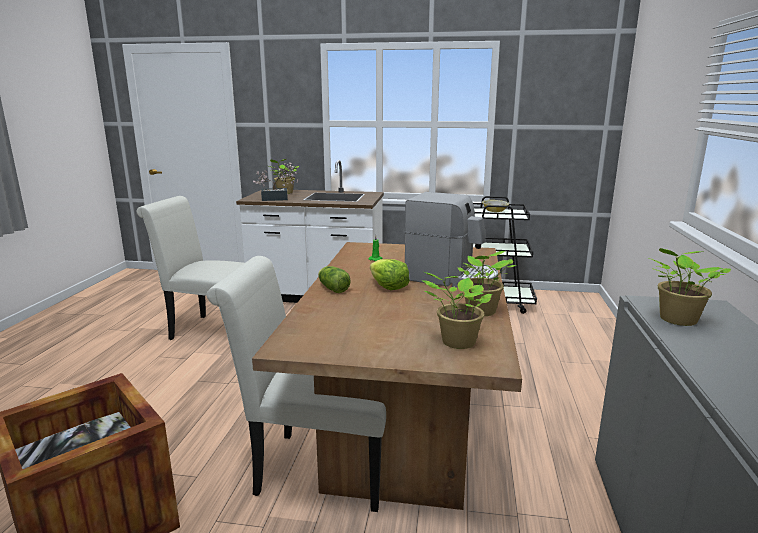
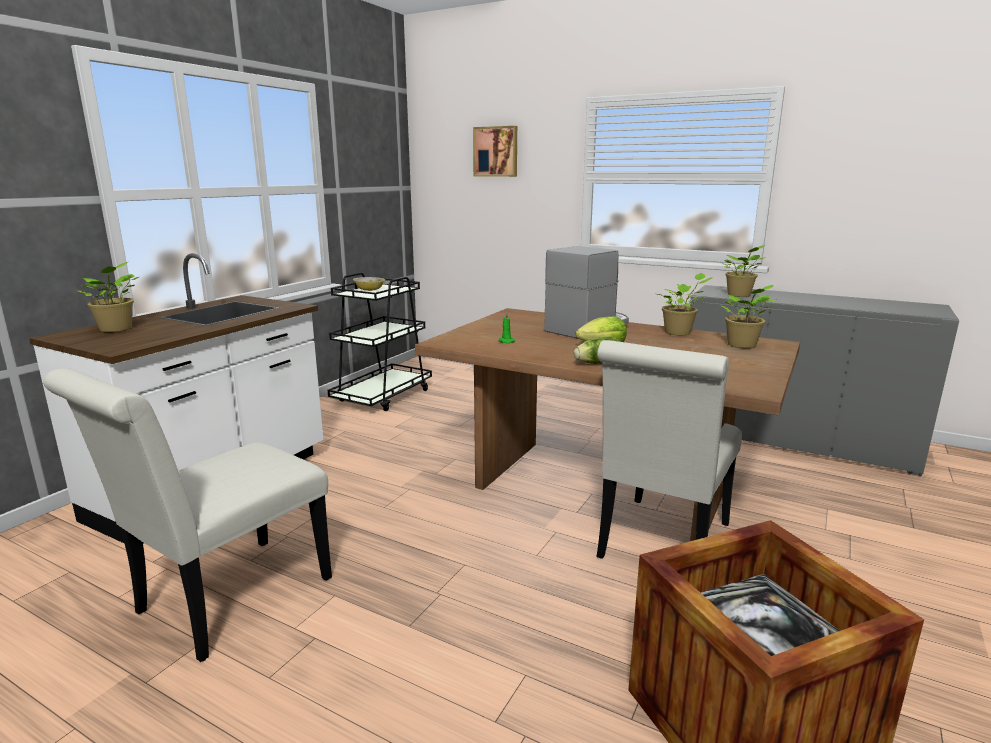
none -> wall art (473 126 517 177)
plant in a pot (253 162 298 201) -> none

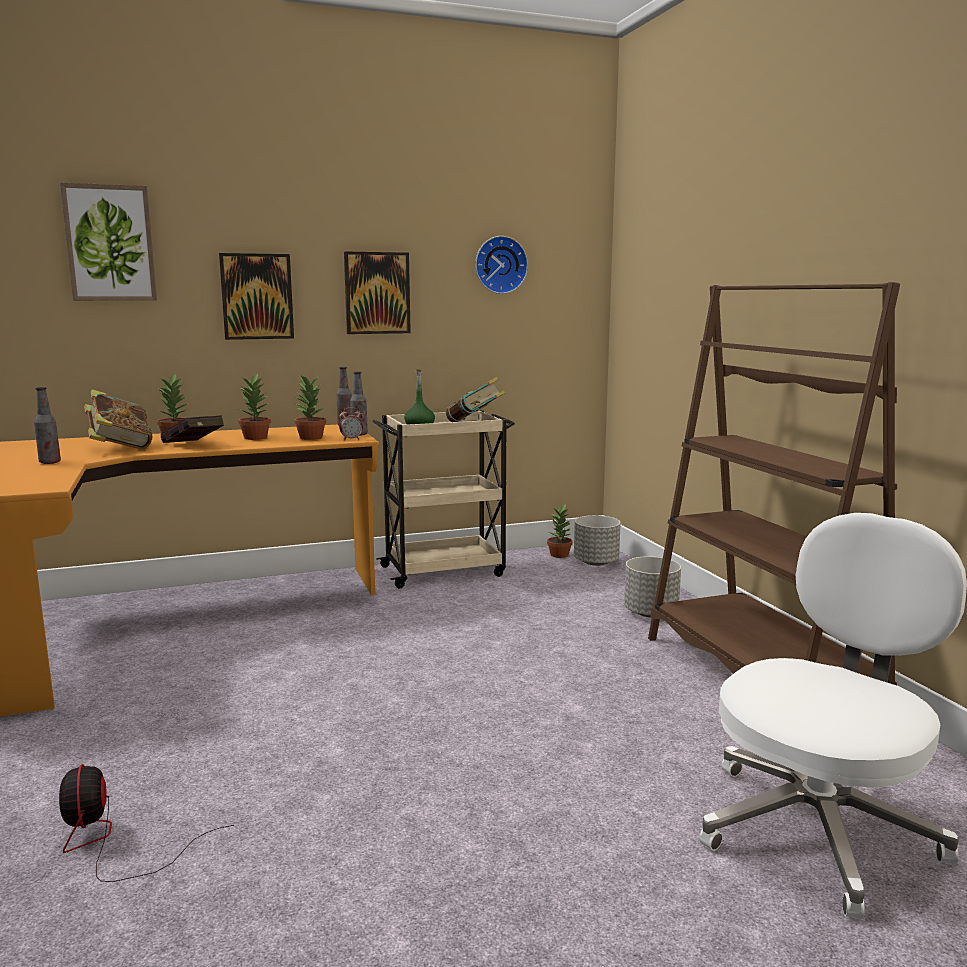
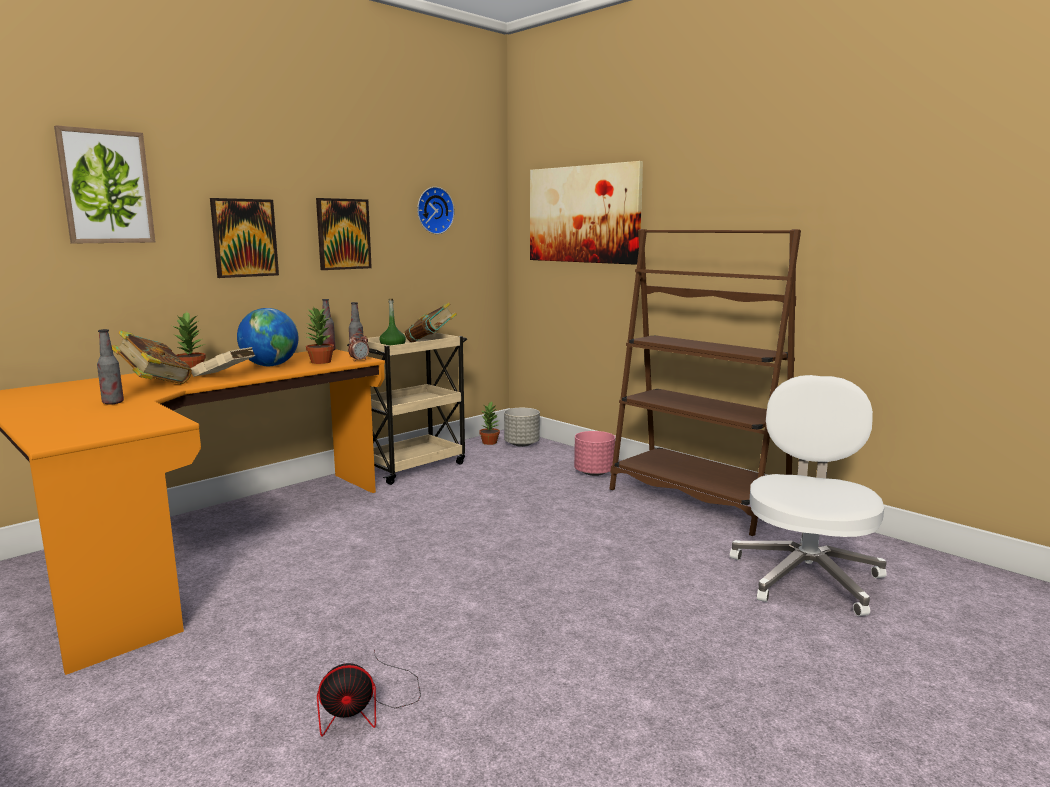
red book (161 415 224 443) -> beige book (191 347 255 377)
plant in a pot (238 373 271 440) -> globe (237 308 299 366)
electric fan (59 764 234 882) -> electric fan (317 649 421 737), 60 degrees counterclockwise
none -> wall art (530 161 643 265)
grey planter (624 556 681 618) -> pinkish planter (574 431 615 476)

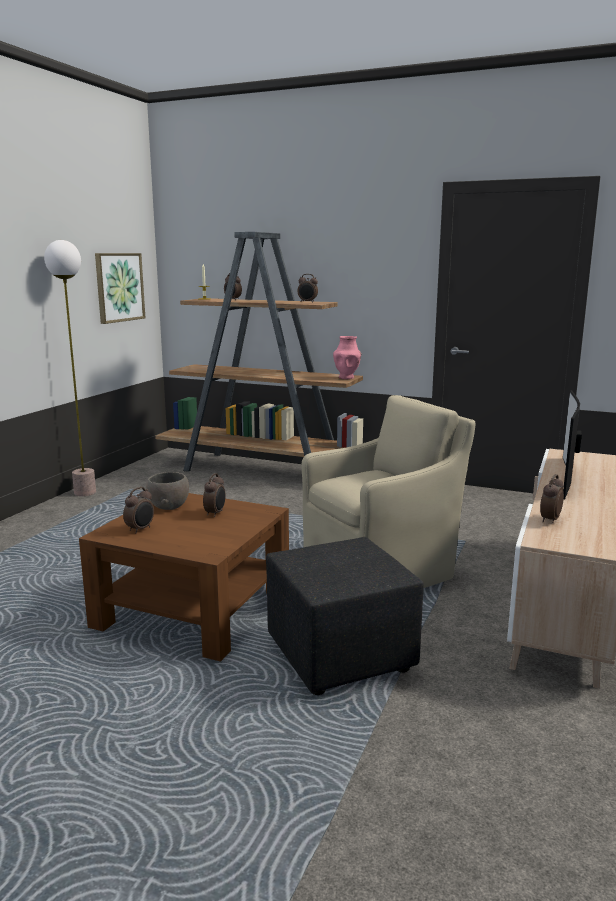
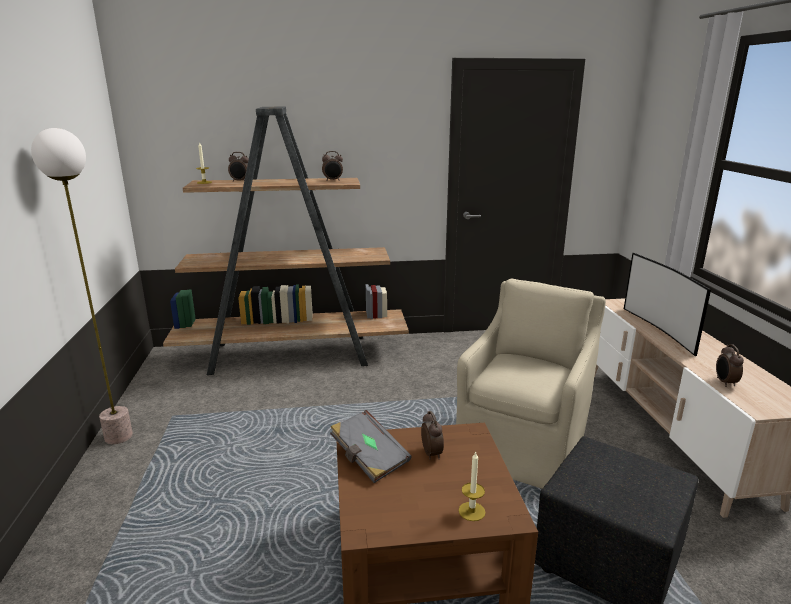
grey serving bowl (146 472 189 510) -> grey book (330 410 412 483)
none -> wax candle (458 452 486 521)
wall art (95 253 145 324) -> none
table clock (123 487 154 533) -> none
pinkish vase (333 336 362 379) -> none

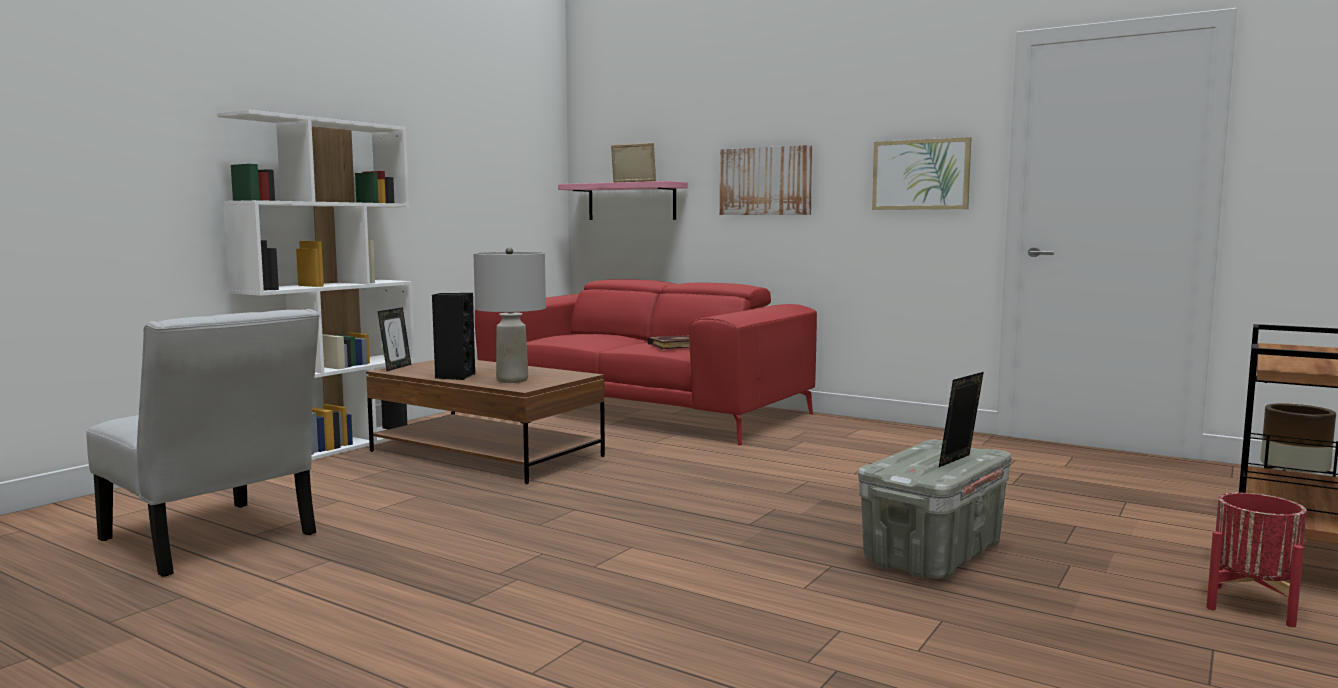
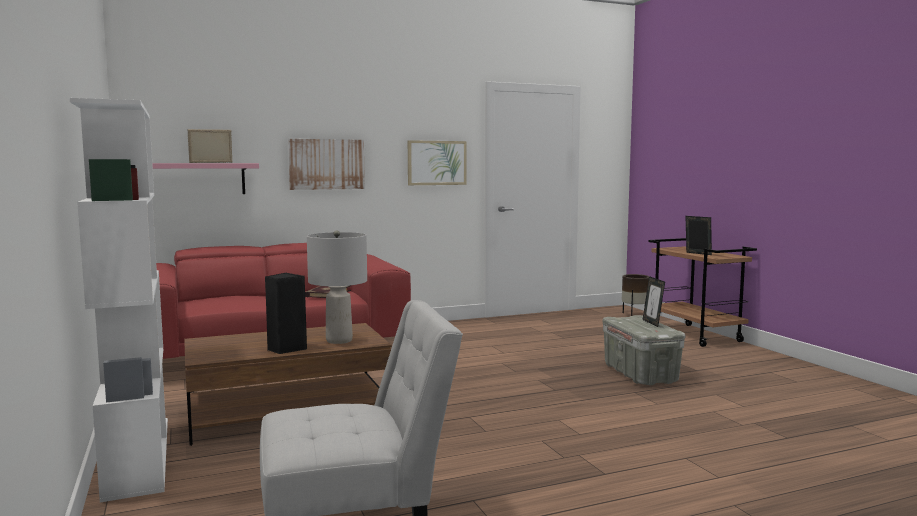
photo frame (378 307 411 371) -> photo frame (685 216 712 255), moved
red planter (1206 493 1307 627) -> none

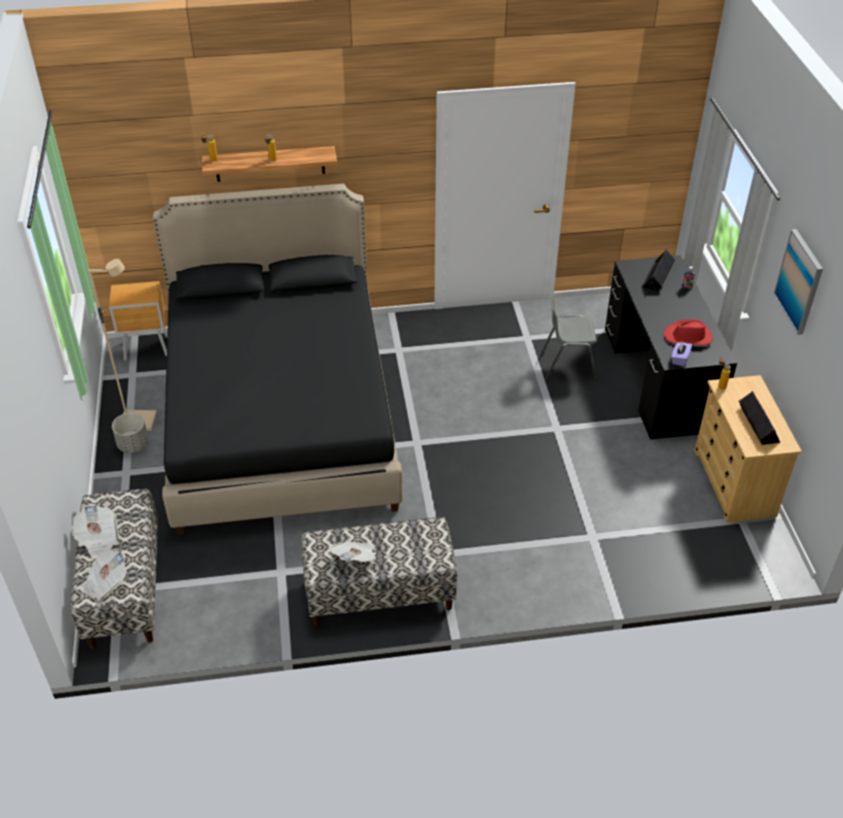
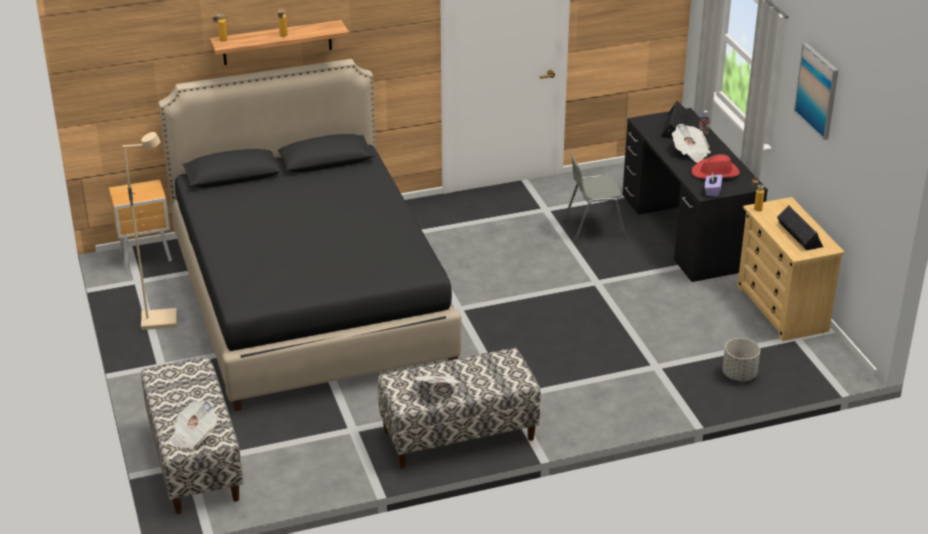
printed paper (72 504 119 558) -> printed paper (672 124 711 163), moved
grey planter (112 413 149 453) -> grey planter (722 338 760 381), moved

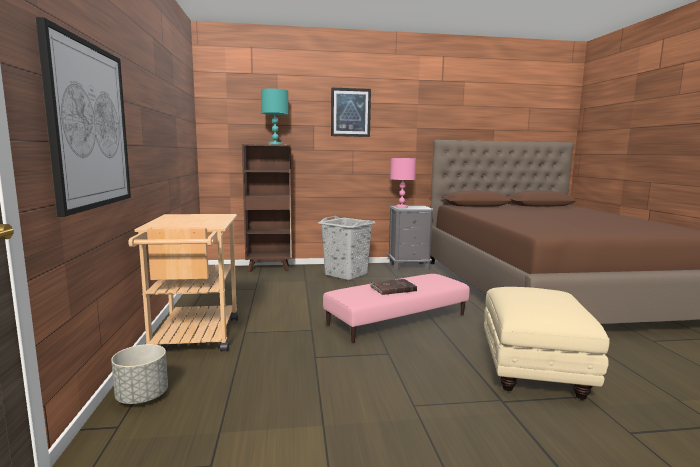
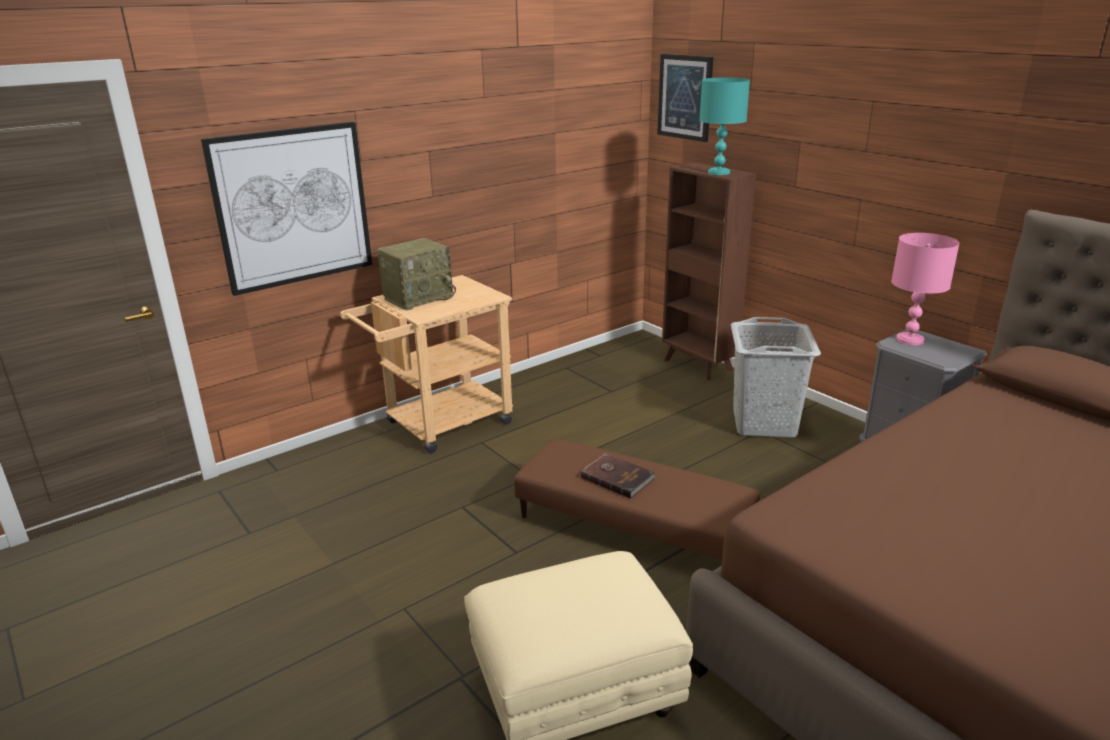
none -> radio set (377 238 456 311)
pinkish pouffe (323 274 470 343) -> brown-coloured pouffe (514 439 760 559)
wall art (331 88 371 137) -> wall art (657 54 713 142), moved
grey planter (111 344 168 404) -> none

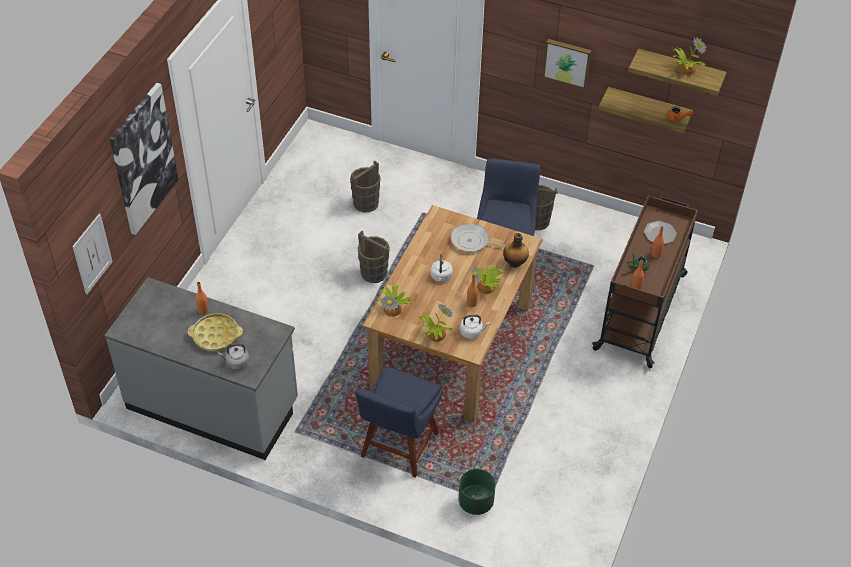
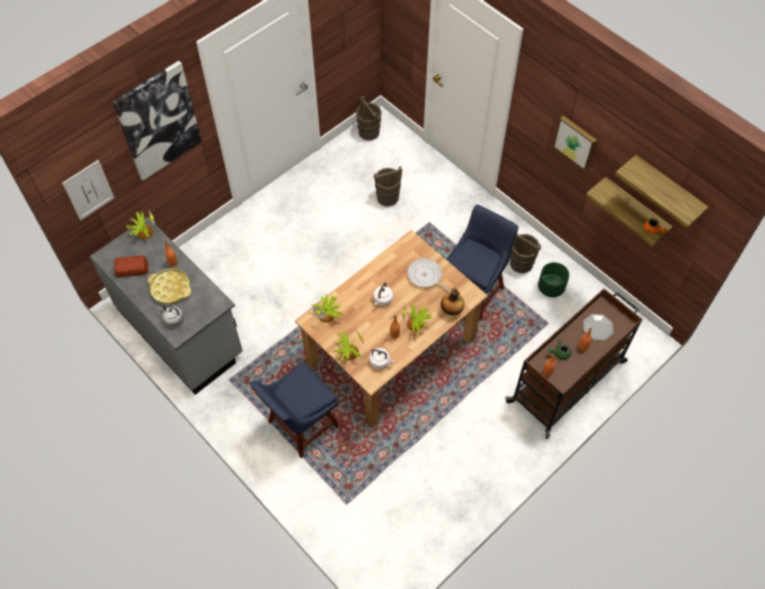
none -> baked bread (114 255 148 277)
plant in a pot (673 38 707 75) -> plant in a pot (126 210 155 239), moved
brown-coloured bucket (358 231 390 283) -> brown-coloured bucket (356 96 382 141), moved
green planter (458 469 496 515) -> green planter (538 262 569 297), moved

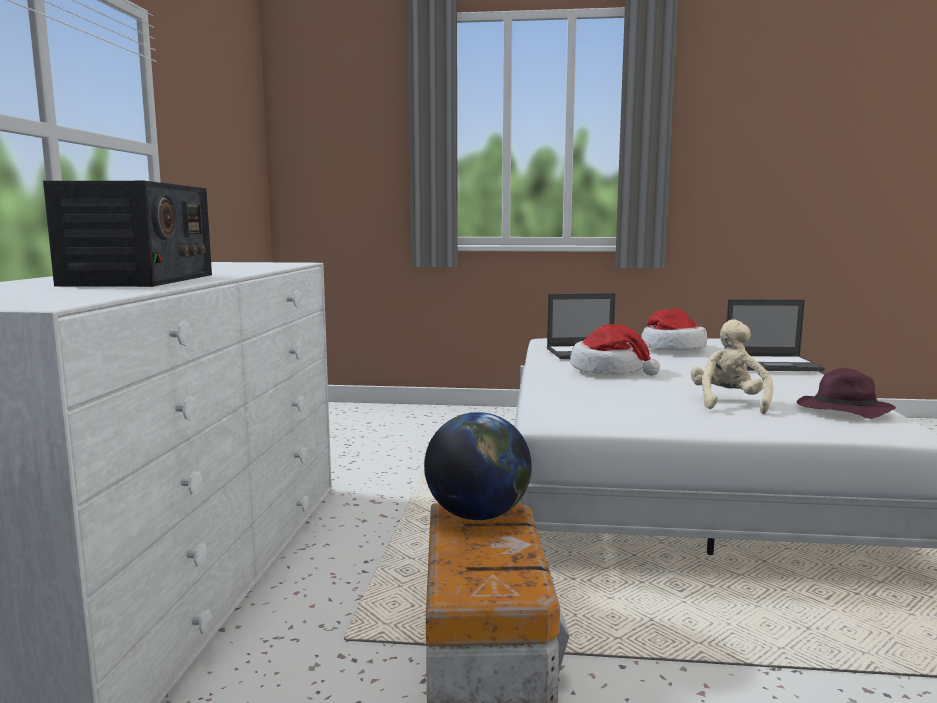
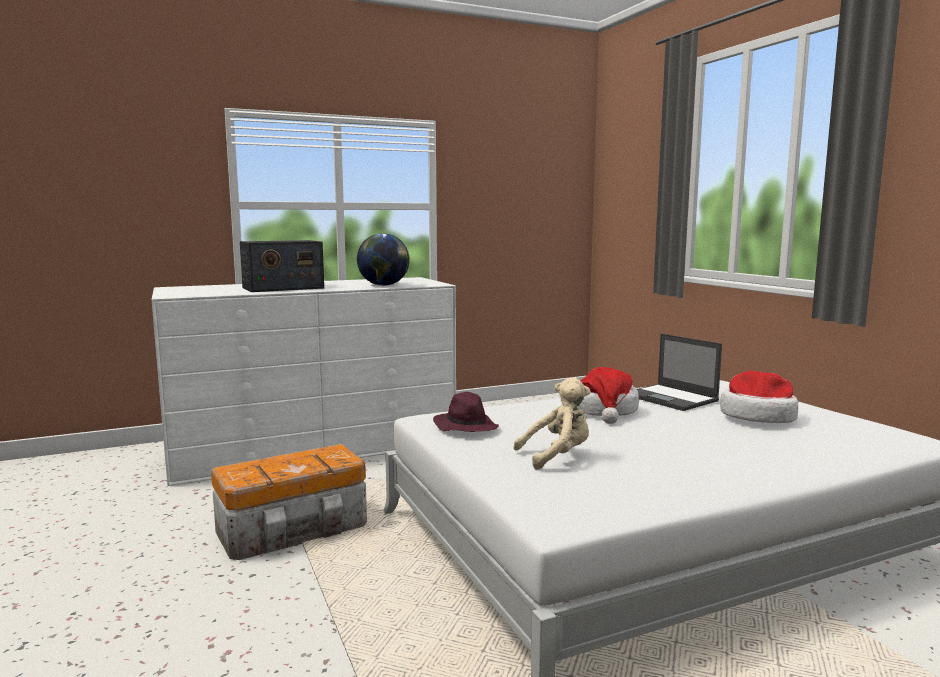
globe (424 412 532 520) -> globe (357 233 410 286), moved
purple hat (797 368 896 419) -> purple hat (433 392 499 432), moved
notebook computer (725 299 825 371) -> none

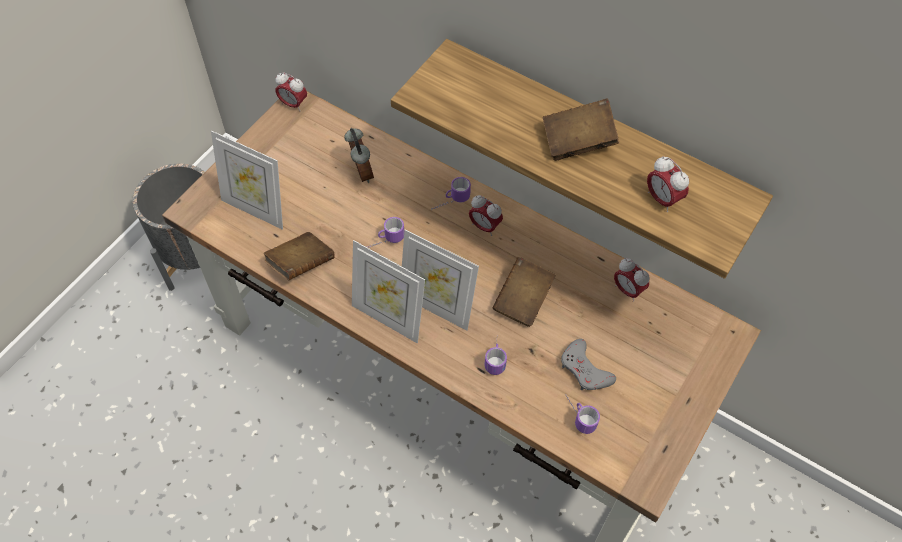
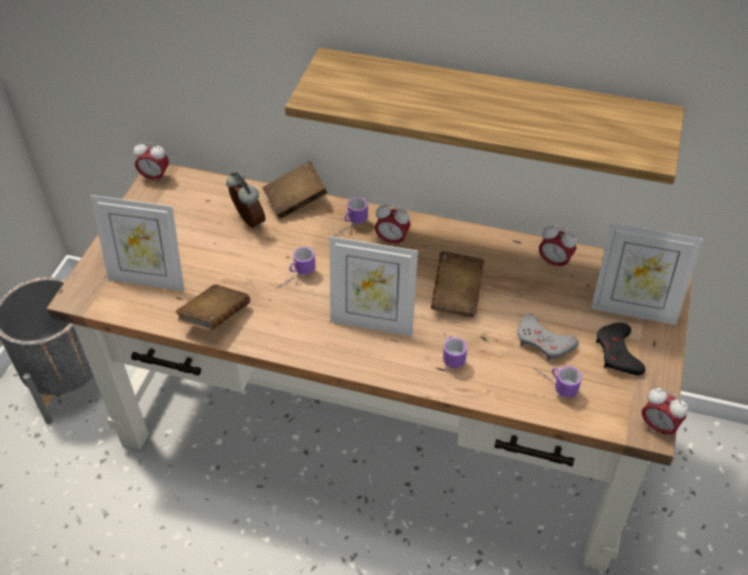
brown-coloured book (543 99 619 161) -> brown-coloured book (262 161 328 219), moved
photo frame (352 240 425 343) -> photo frame (591 223 703 325), moved
none -> black-coloured joypad (596 323 646 375)
table clock (647 156 689 212) -> table clock (642 388 688 439), moved

